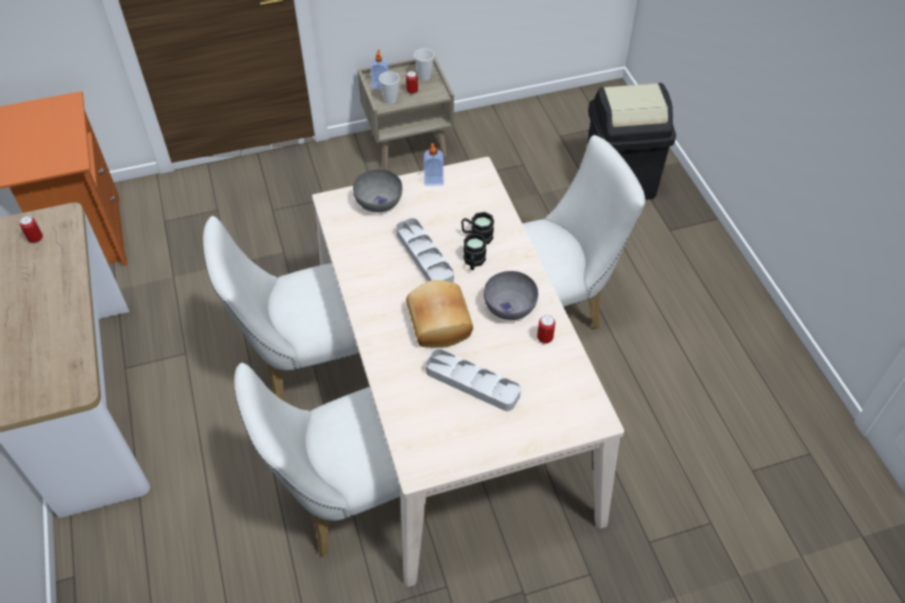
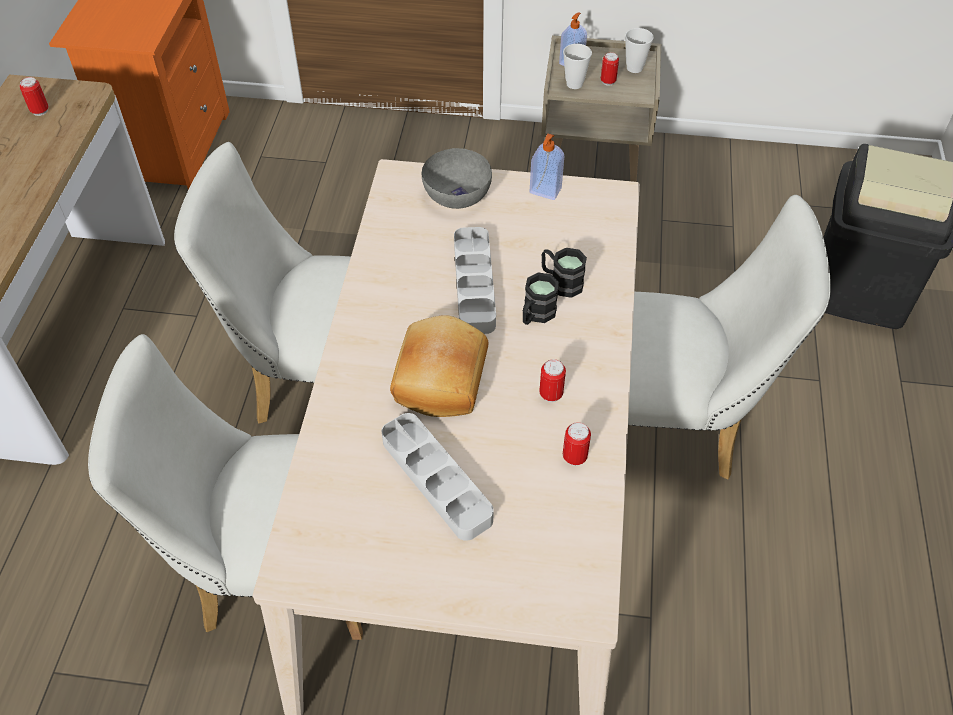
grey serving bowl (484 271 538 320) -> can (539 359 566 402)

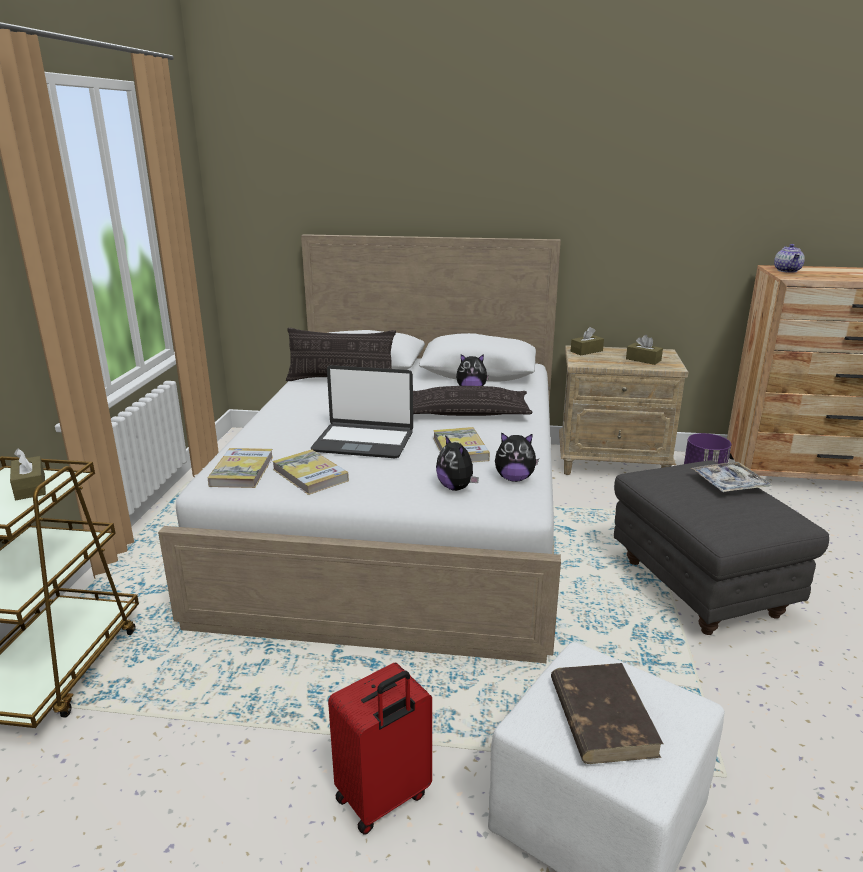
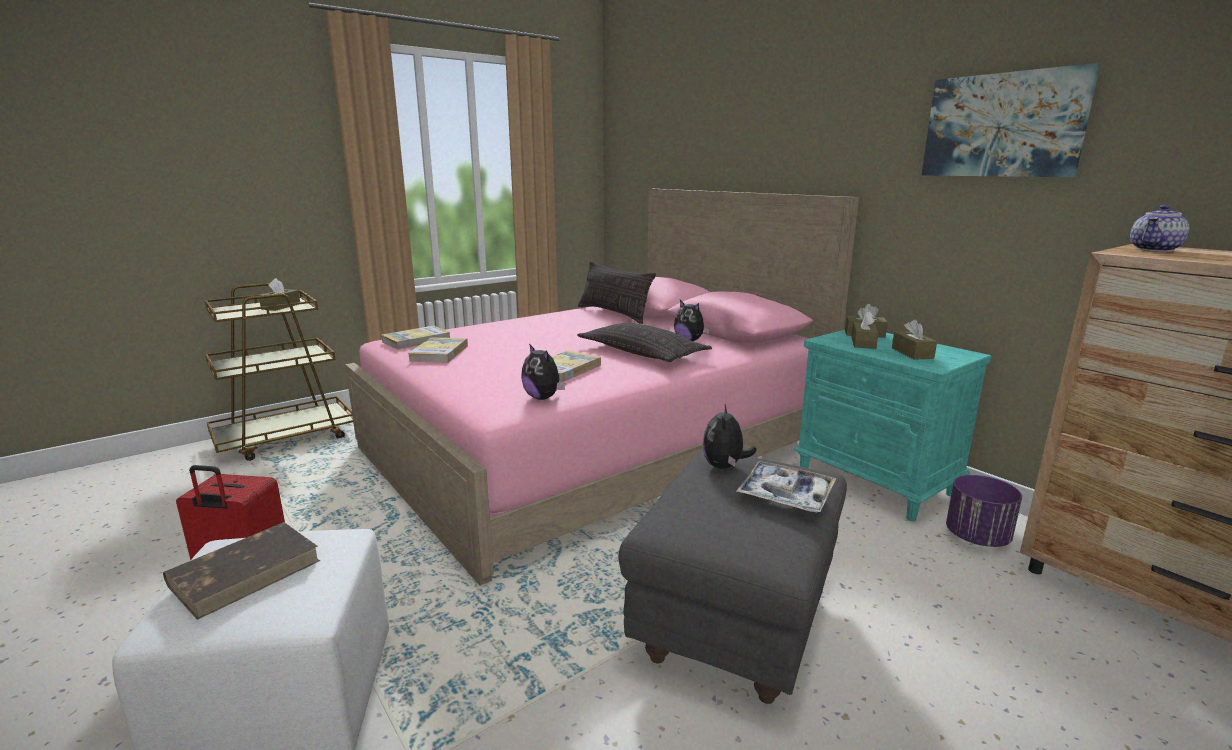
whitish bedroom bed (158 234 561 663) -> pinkish bedroom bed (345 189 859 586)
plush toy (436 435 479 491) -> plush toy (702 405 756 469), moved
beige night table (559 345 689 475) -> turquoise-coloured night table (793 330 991 521)
none -> brown-coloured tissue box (851 311 879 349)
none -> wall art (921 63 1100 177)
notebook computer (311 365 413 458) -> none

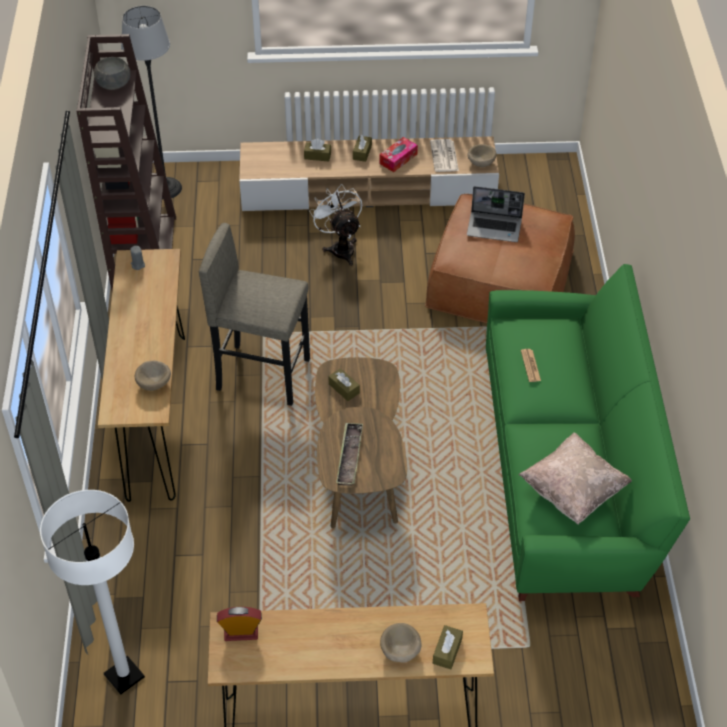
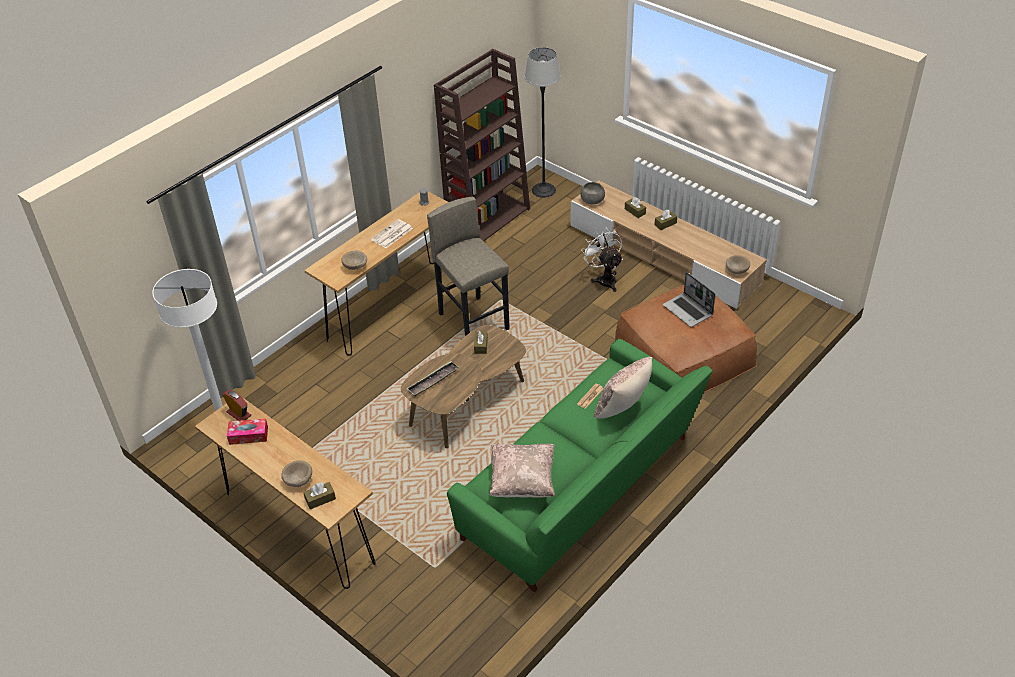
tissue box (379 137 418 172) -> tissue box (227 418 268 445), moved
printed paper (430 139 459 172) -> printed paper (371 219 413 248), moved
grey serving bowl (94 57 131 90) -> grey serving bowl (580 182 605 204), moved
whitish electric fan (309 184 362 266) -> whitish electric fan (581 228 623 292), 45 degrees counterclockwise
none -> beige cushion (594 357 652 419)

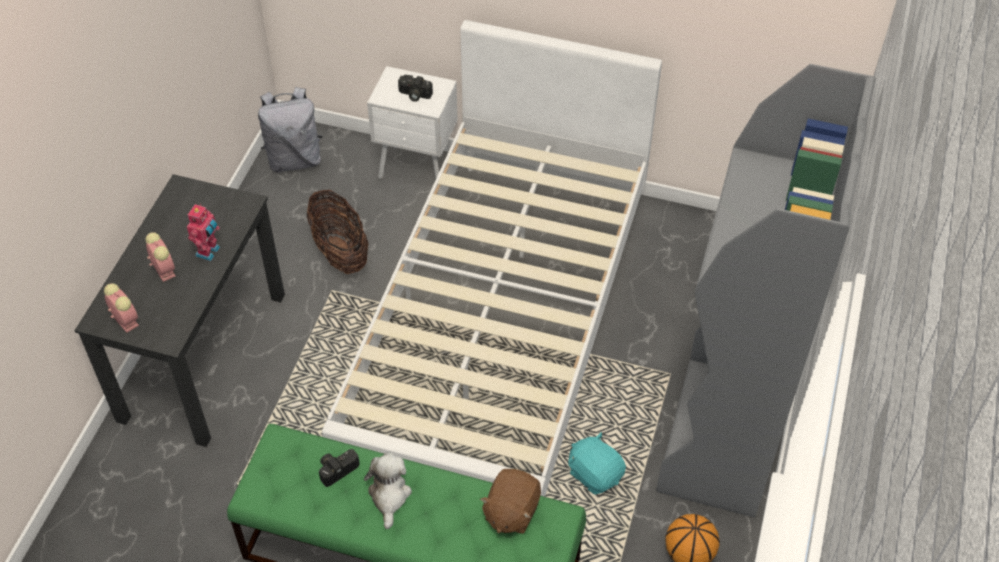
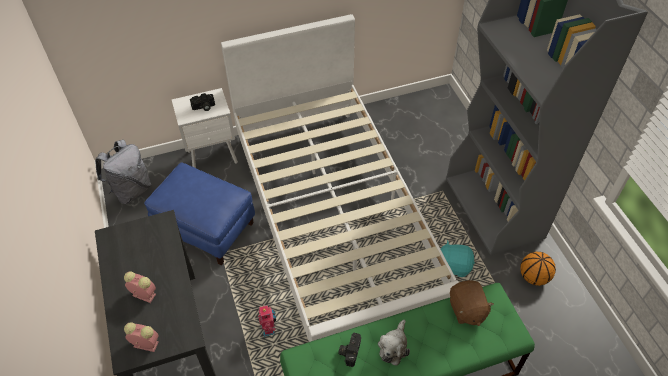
storage basket (307 190 368 274) -> blue-coloured pouffe (144 162 255 265)
robot figure (187 203 220 261) -> robot figure (258 305 276 337), moved
plush toy (364 452 412 529) -> plush toy (378 320 410 366), 120 degrees counterclockwise

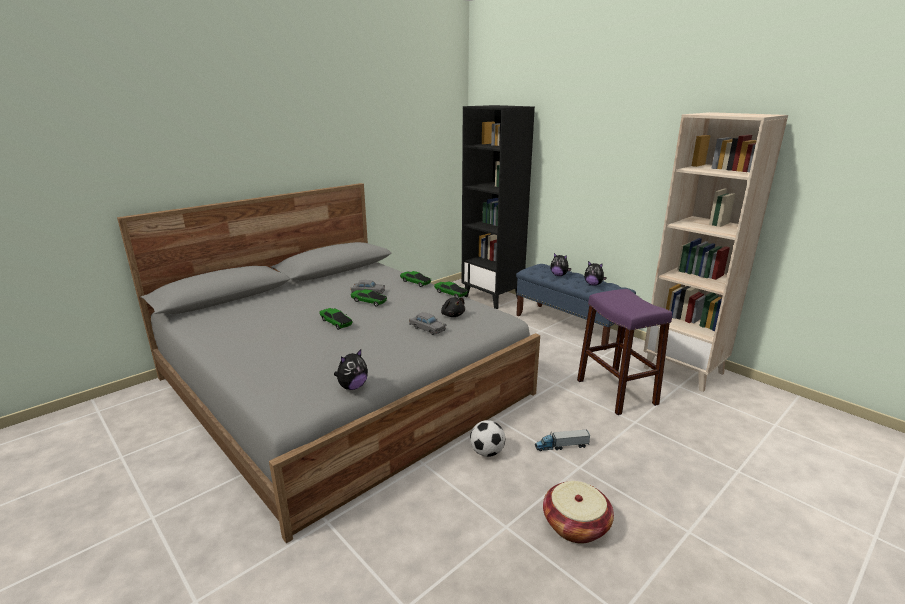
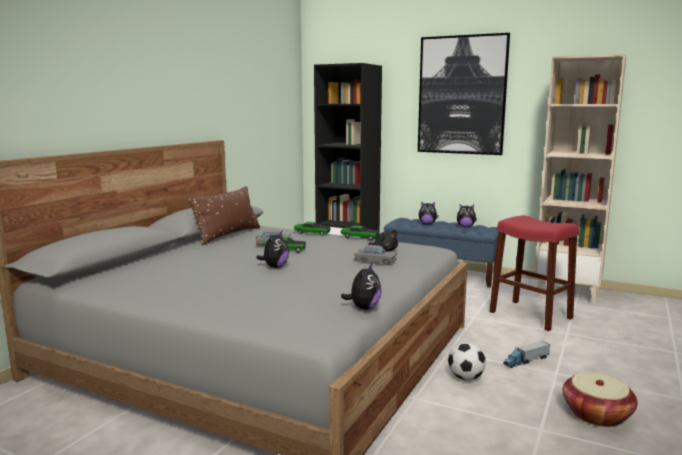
none -> brown-coloured cushion (188 186 260 245)
toy car (319 308 352 330) -> plush toy (256 231 289 268)
none -> wall art (418 33 510 155)
purple sitting stool (577 289 672 415) -> red sitting stool (489 215 579 331)

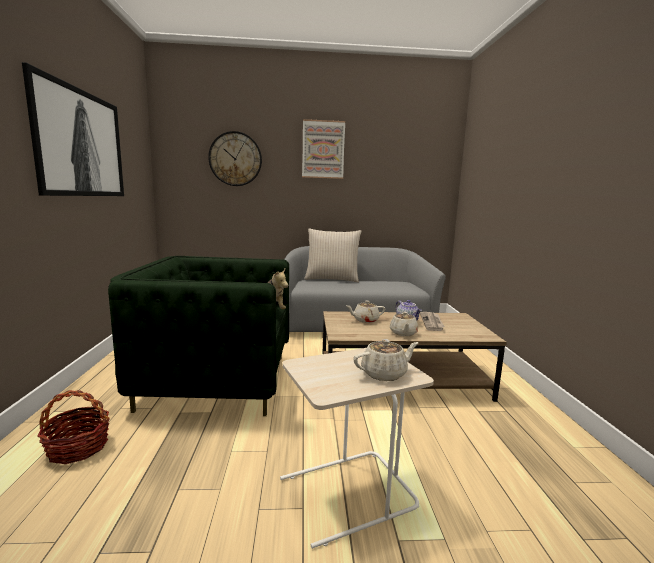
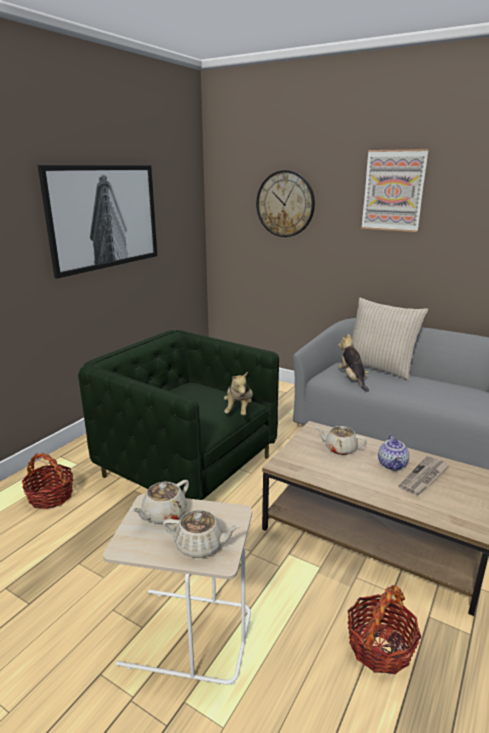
beige pot for tea (390 312 418 336) -> beige pot for tea (132 480 189 524), moved
none -> plush toy (338 334 369 392)
none -> storage basket (347 585 421 674)

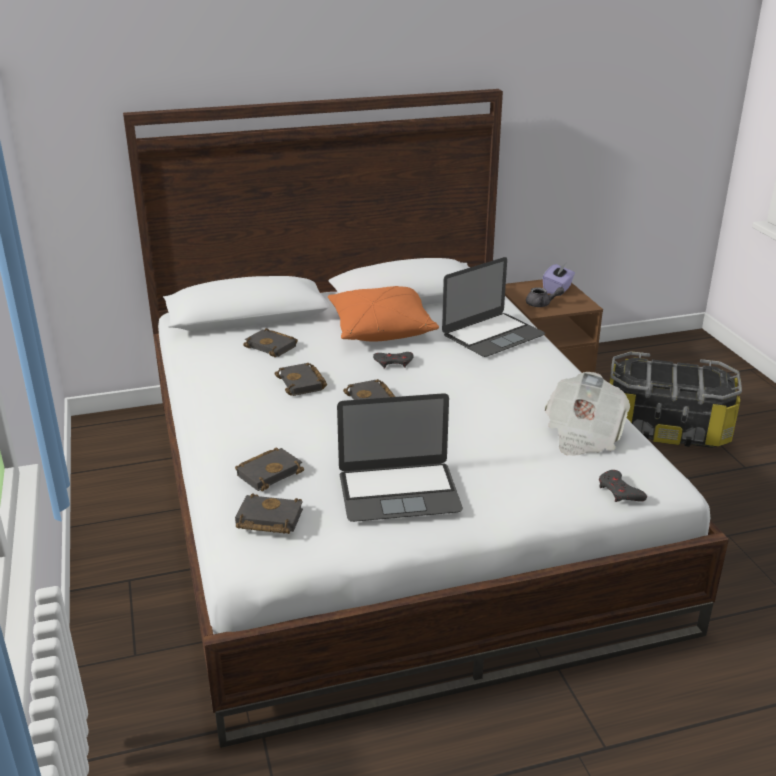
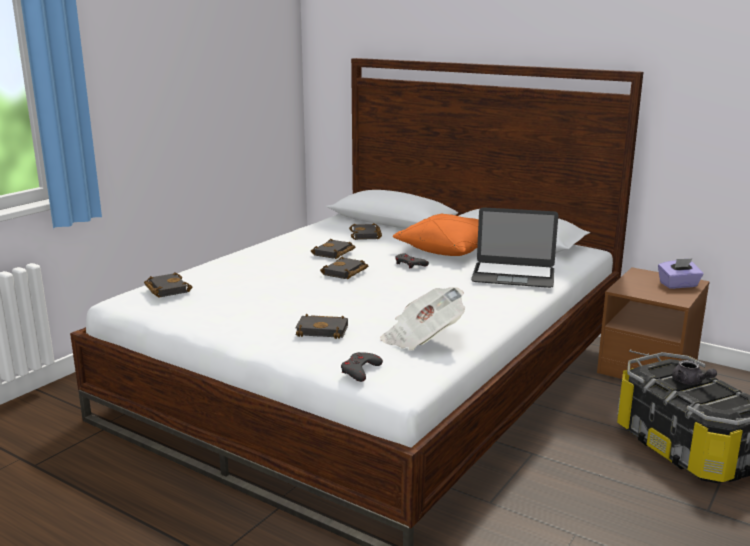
black-coloured book (235 447 304 491) -> black-coloured book (295 314 348 339), moved
grey pot for tea (526 287 565 307) -> grey pot for tea (672 360 717 385), moved
notebook computer (337 393 463 522) -> none

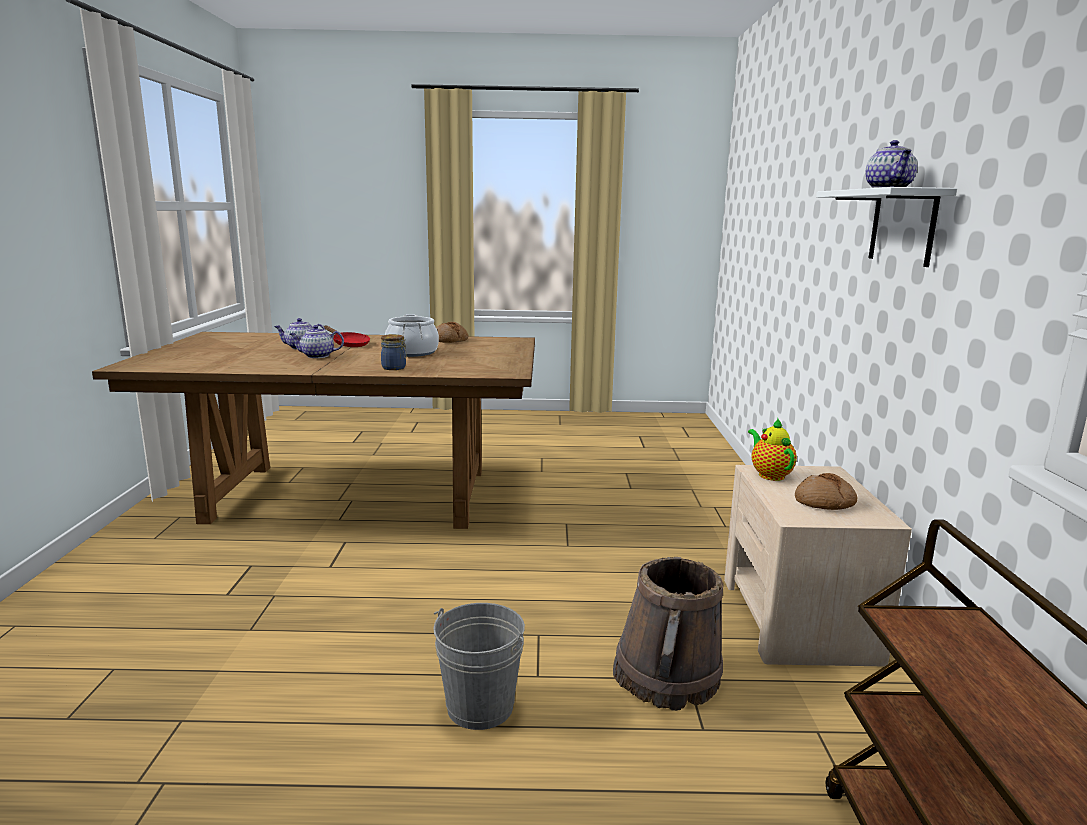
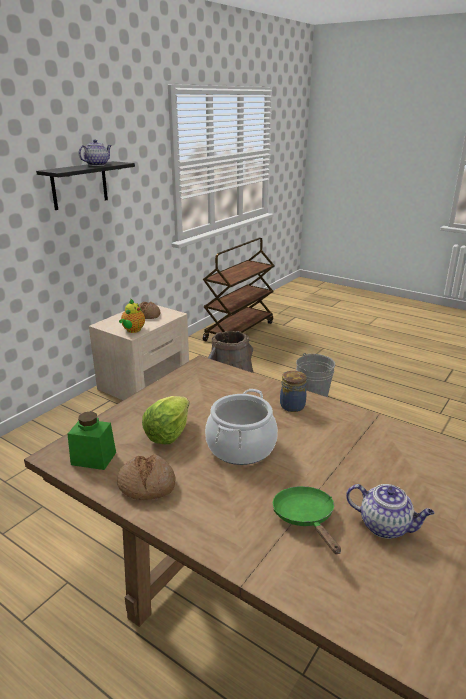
whitish wall shelf (816 187 957 267) -> black-coloured wall shelf (36 161 135 210)
none -> green jar (68 411 116 470)
none -> lettuce (142 396 189 444)
red pan (324 325 370 347) -> green pan (273 486 341 554)
pot for tea (290 325 344 358) -> none

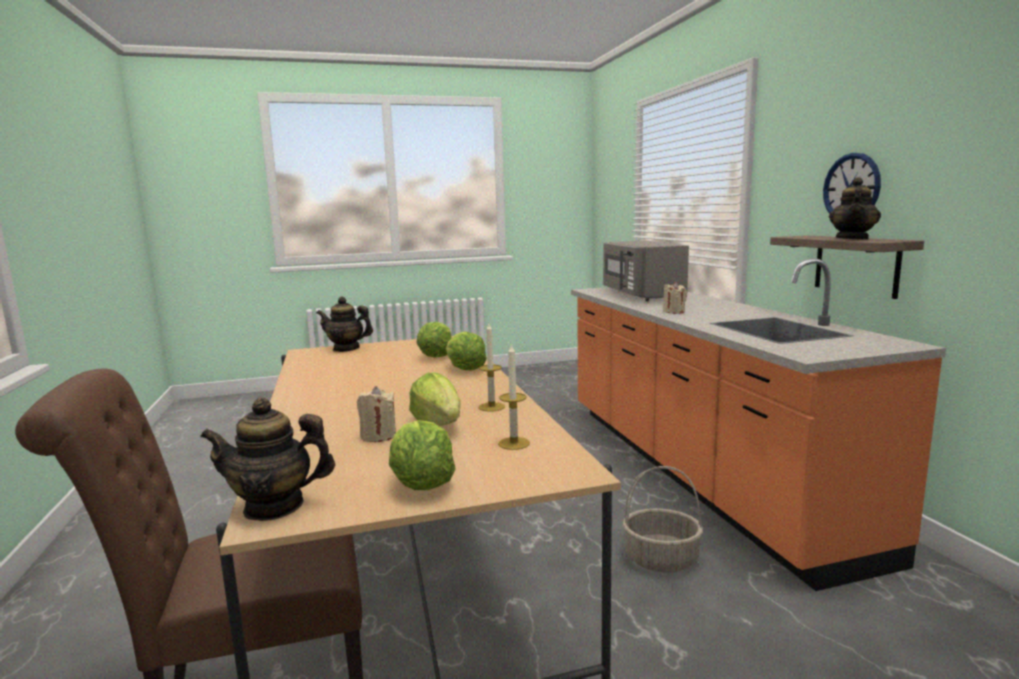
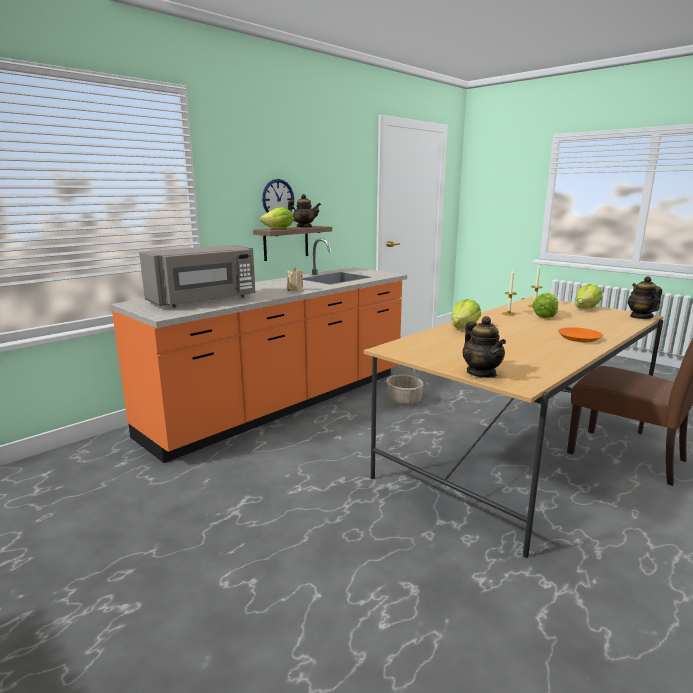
lettuce (416 322 452 357) -> lettuce (260 207 293 229), moved
none -> orange flat dish (558 327 603 342)
pot for tea (200 397 335 521) -> pot for tea (628 276 662 319), 150 degrees counterclockwise
beige wax candle (357 386 396 442) -> none

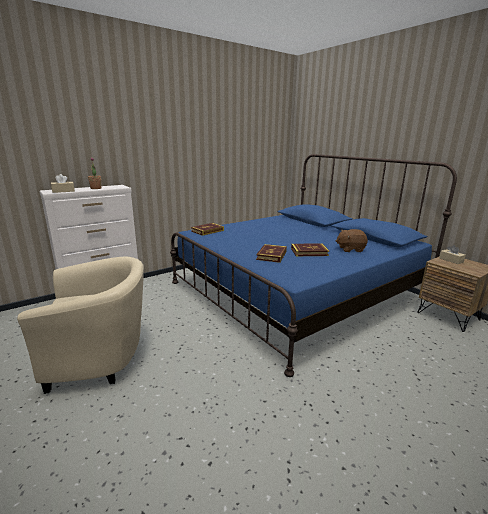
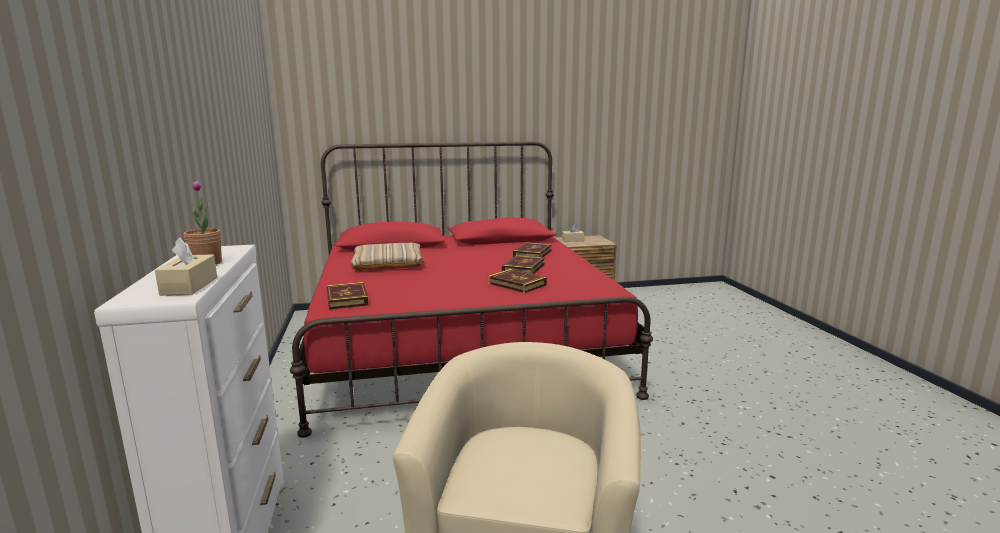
blue-coloured bedroom bed (170 154 457 377) -> red bedroom bed (290 141 653 438)
none -> beige cushion (351 243 424 270)
brown-coloured plush toy (336 229 368 252) -> book (513 242 552 257)

